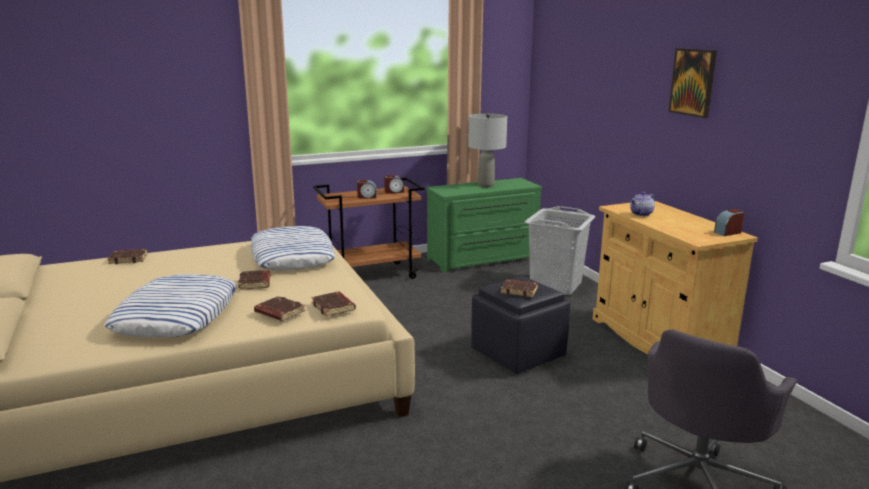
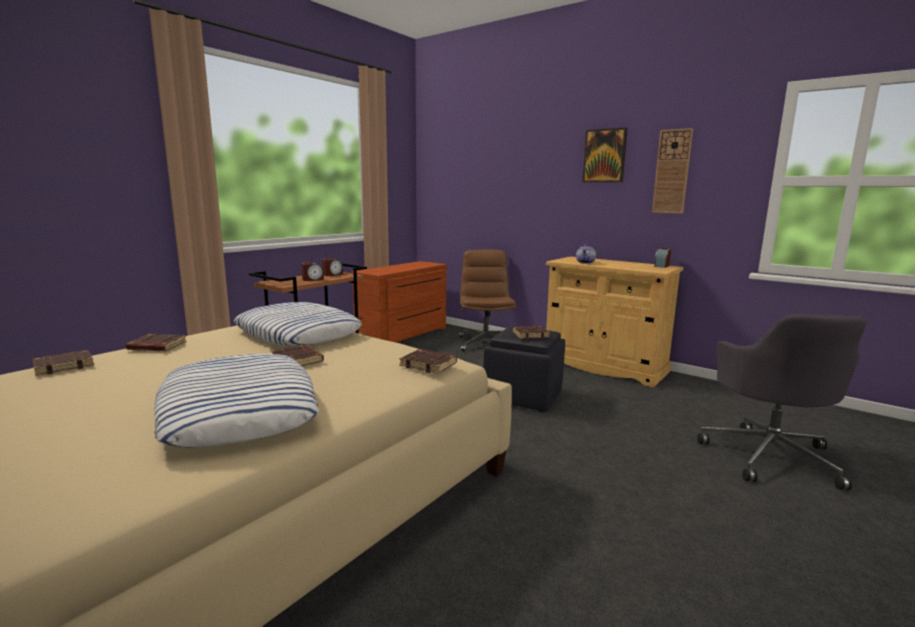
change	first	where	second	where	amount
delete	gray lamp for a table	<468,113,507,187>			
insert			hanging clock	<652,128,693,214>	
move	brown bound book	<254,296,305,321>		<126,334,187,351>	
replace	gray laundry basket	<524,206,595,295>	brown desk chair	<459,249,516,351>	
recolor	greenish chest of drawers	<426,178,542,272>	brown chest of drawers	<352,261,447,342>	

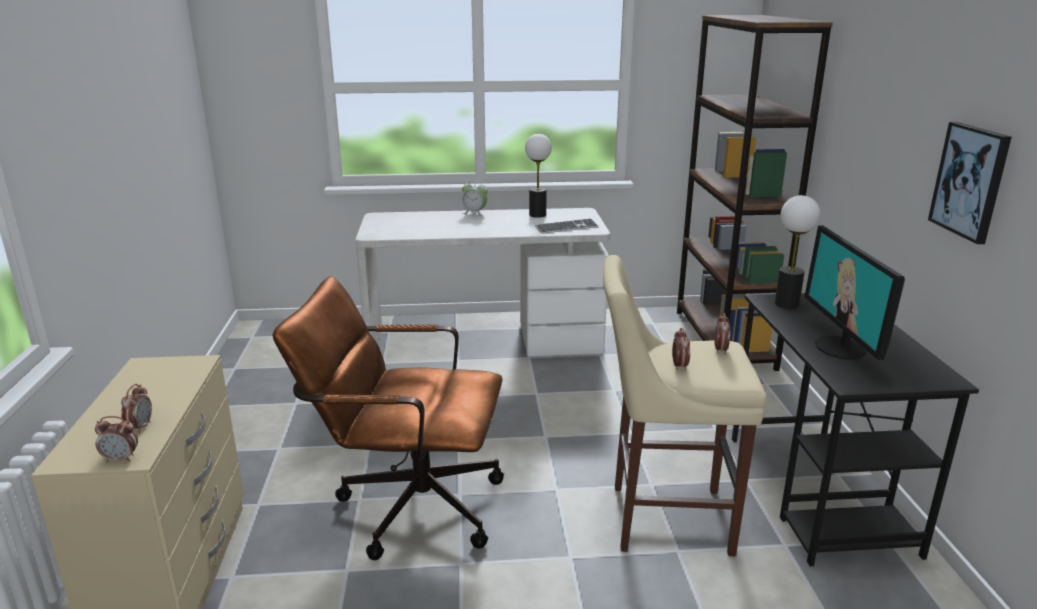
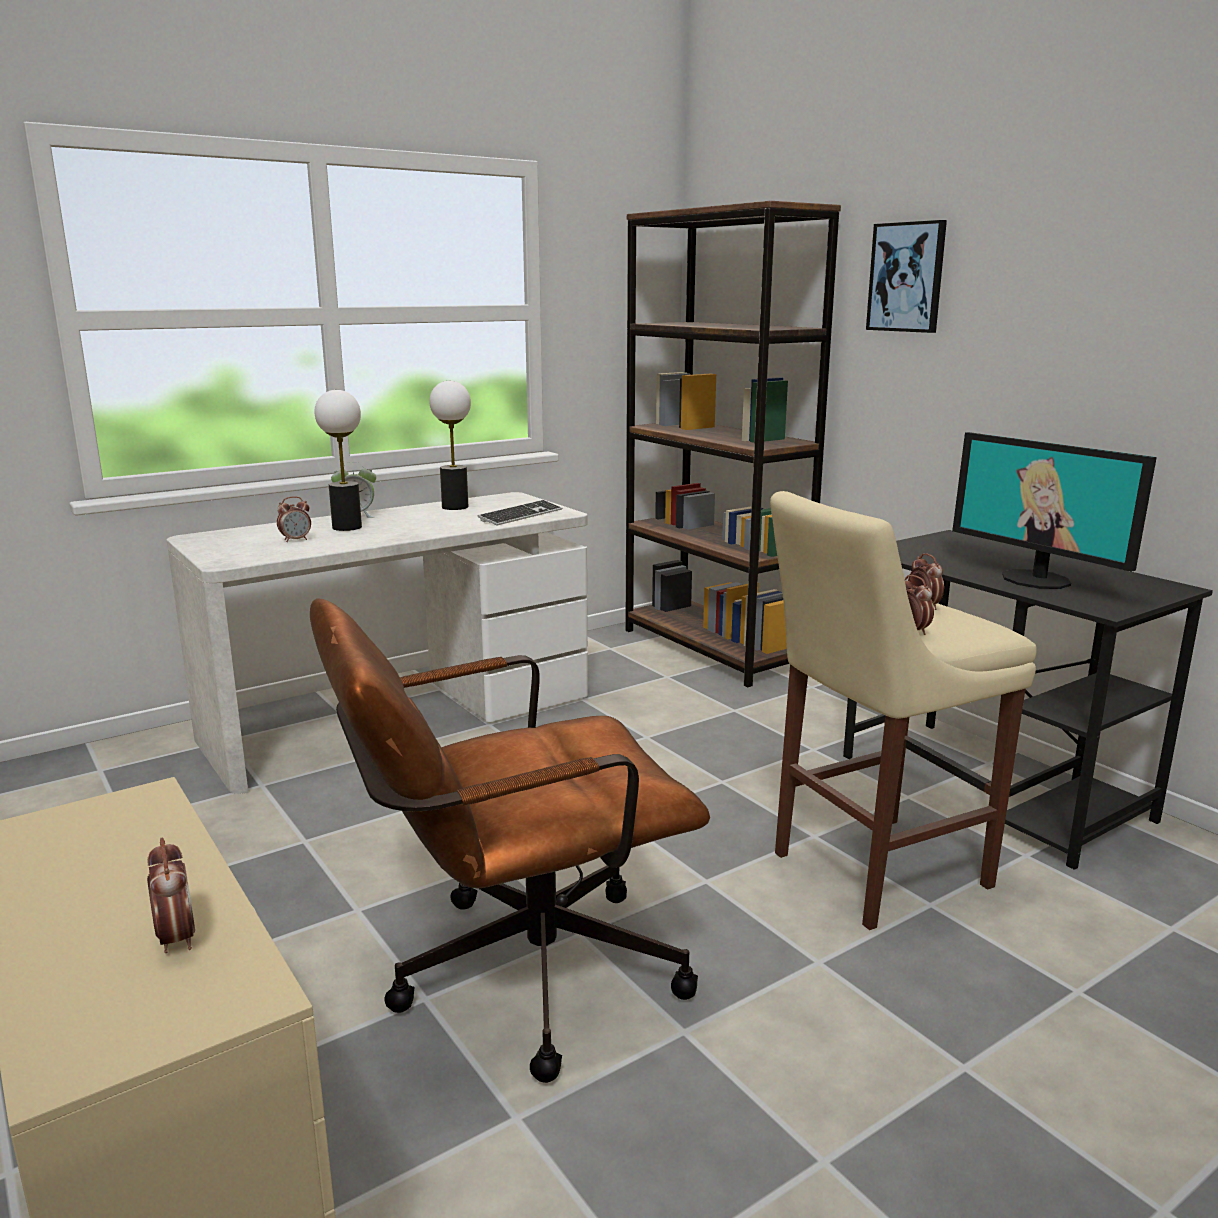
change	first	where	second	where	amount
move	alarm clock	<95,416,138,462>		<277,496,311,542>	
move	lamp for a table	<775,195,820,309>		<315,390,362,531>	
move	picture	<928,122,1012,244>		<866,220,947,333>	

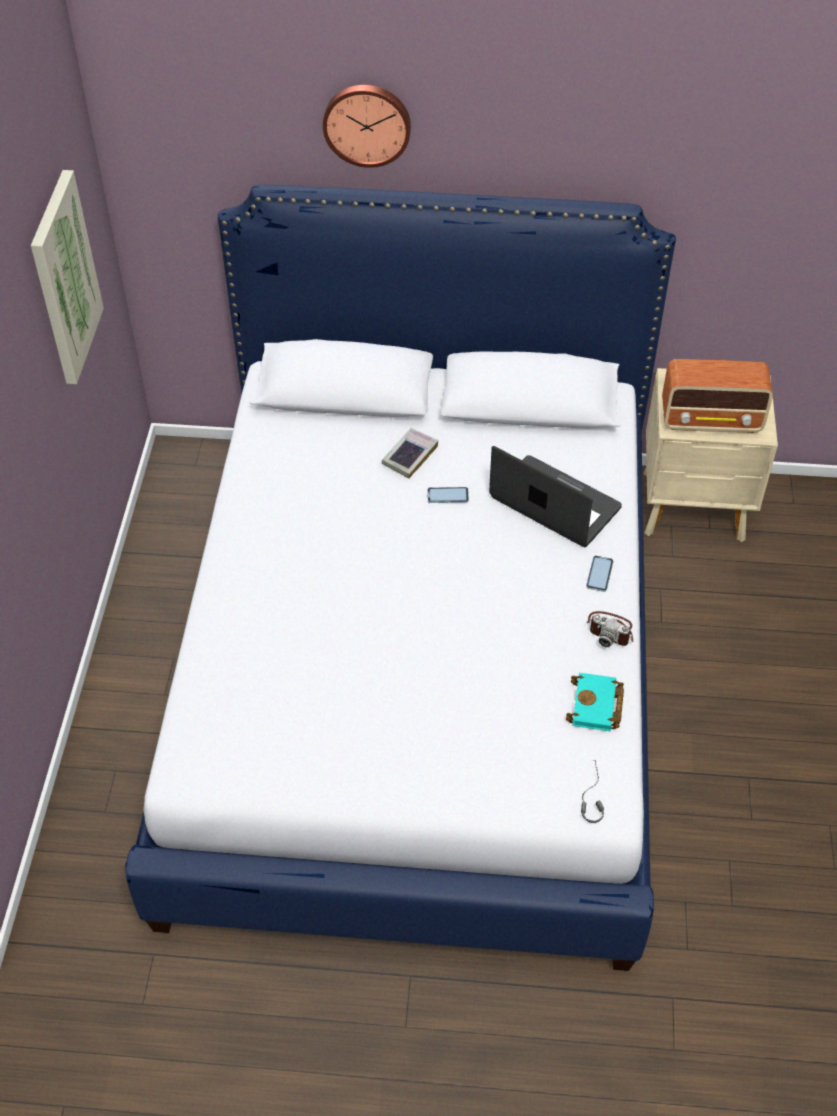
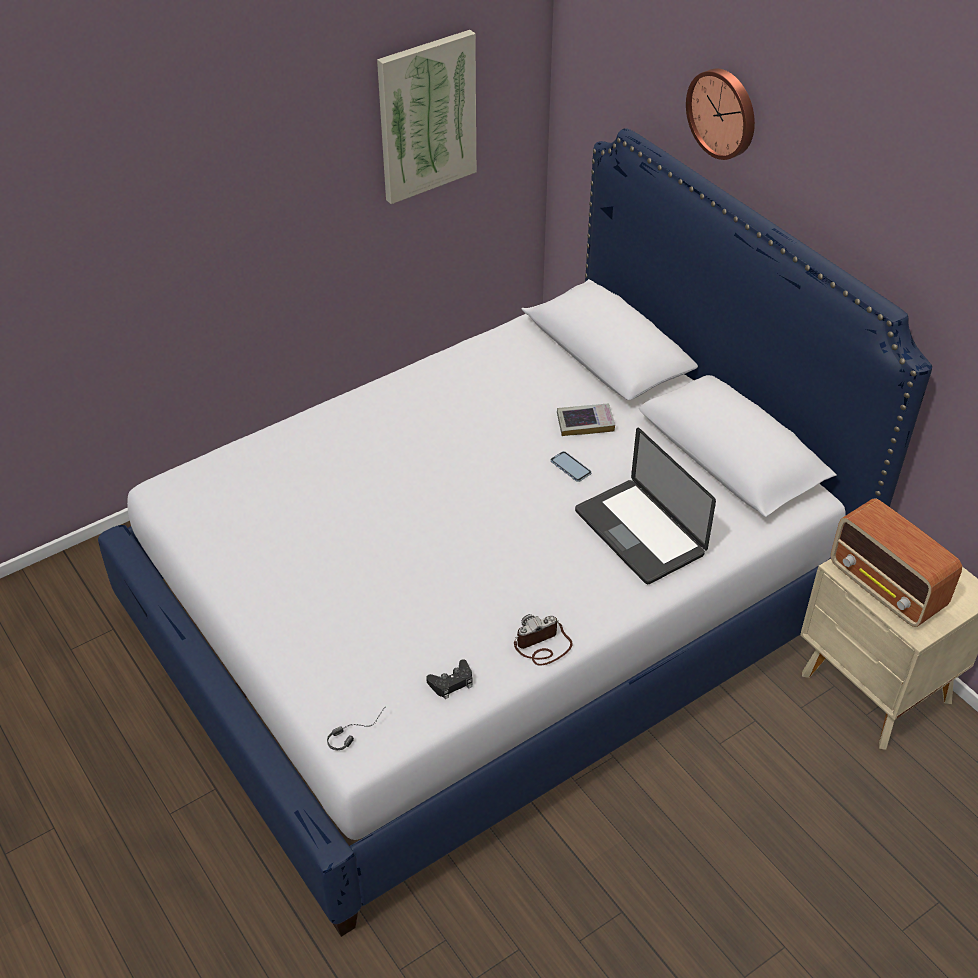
change	first	where	second	where	amount
delete	phone	<586,556,614,592>			
replace	turquoise bound book	<566,673,624,731>	black game controller	<426,659,472,699>	
rotate	portable computer	<489,446,622,547>		<575,428,716,584>	150 degrees clockwise
rotate	photo camera	<587,611,633,647>		<514,614,573,666>	75 degrees clockwise

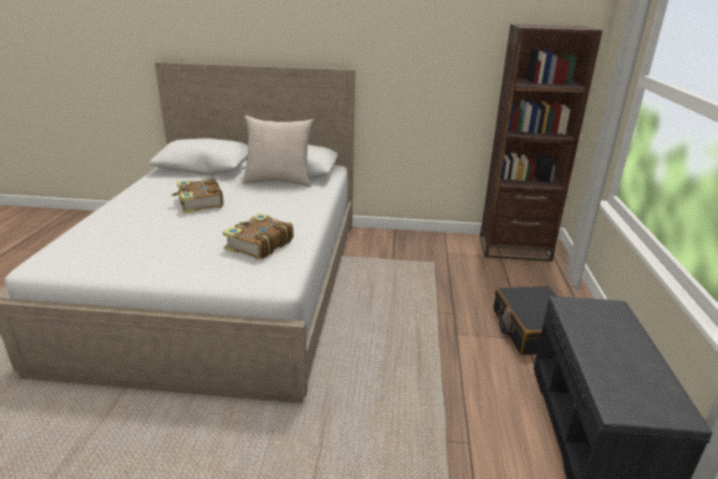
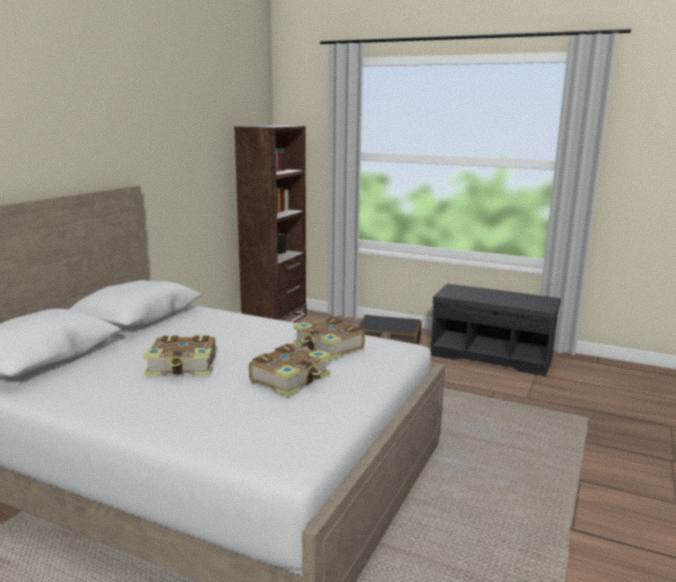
change	first	where	second	where	amount
delete	beige-coloured cushion	<243,116,314,187>			
insert			bound book	<249,343,330,397>	

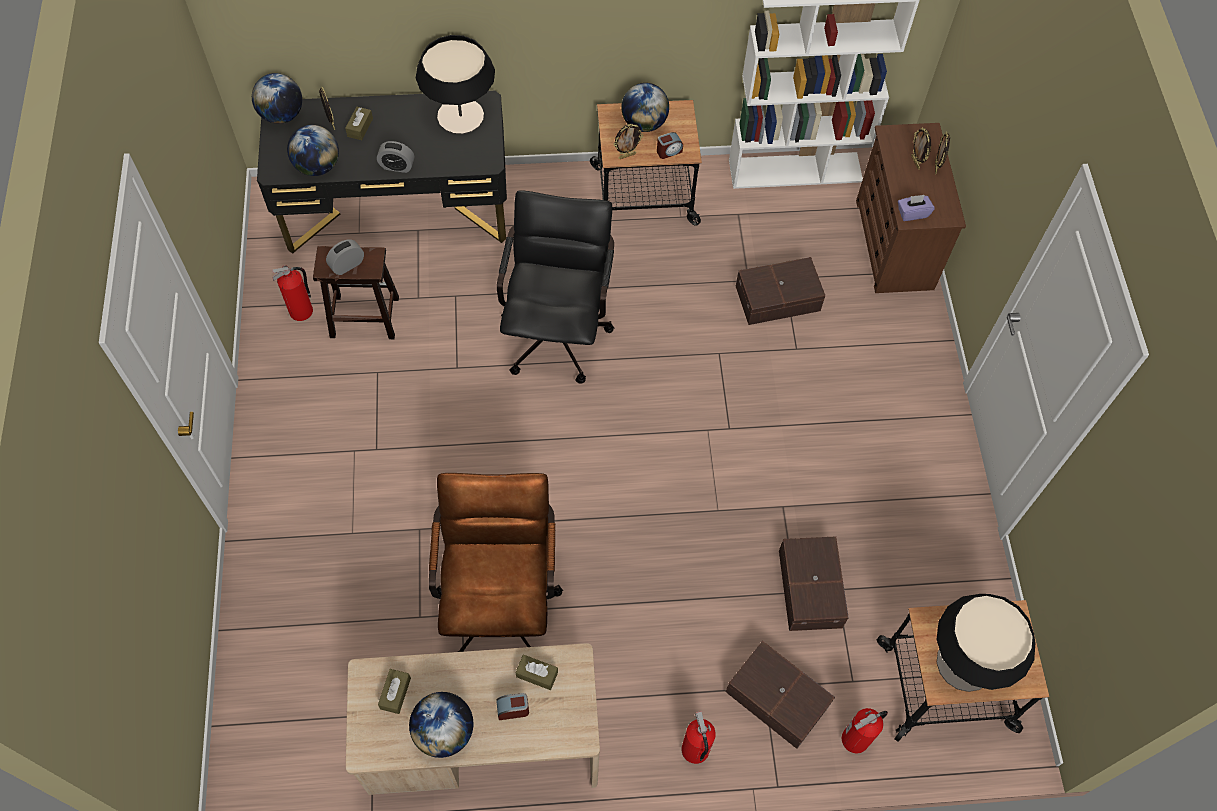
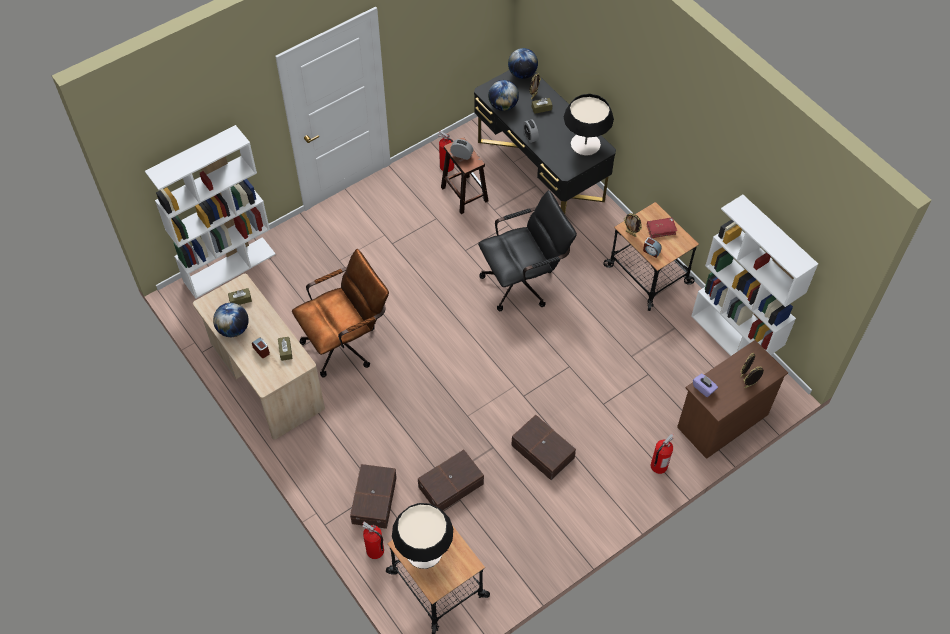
change	first	where	second	where	amount
insert			whitish shelving unit	<145,125,276,298>	
move	extinguisher	<681,711,716,764>		<651,433,674,474>	
move	brown storage container	<736,257,825,325>		<511,415,576,480>	
replace	globe	<621,83,669,132>	reddish bound book	<647,217,677,238>	

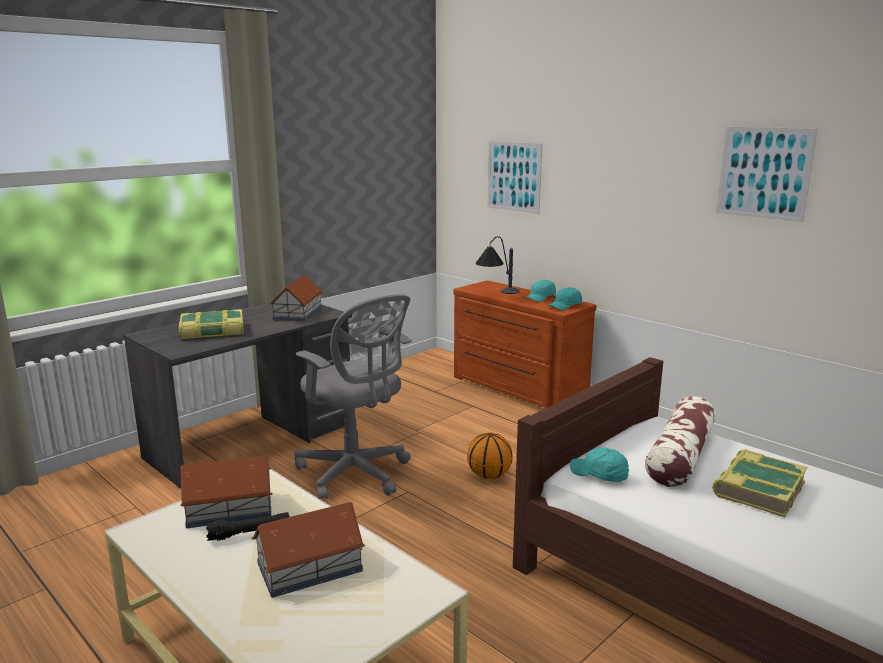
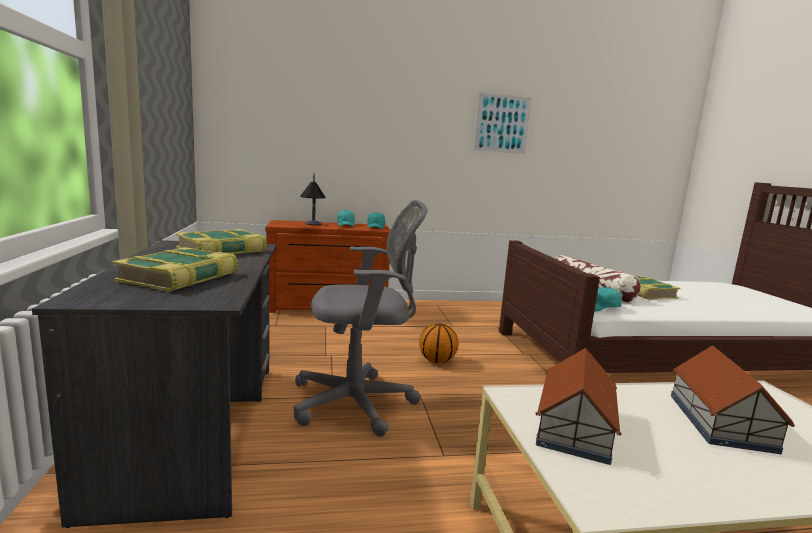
change	first	where	second	where	amount
delete	black torch	<206,512,290,541>			
delete	picture	<487,141,542,214>			
replace	model house	<270,274,323,322>	bound book	<176,229,267,254>	

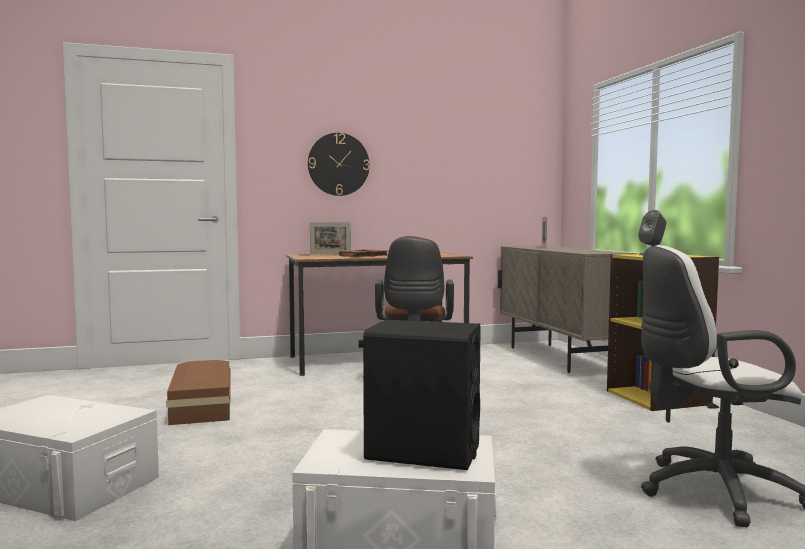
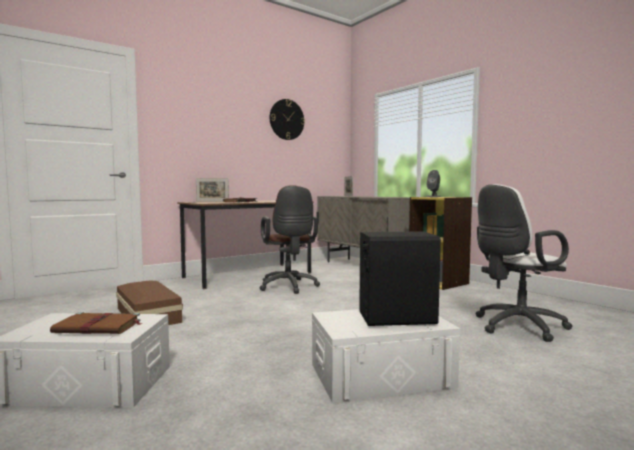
change	first	where	second	where	amount
insert			brown bound book	<50,312,142,334>	
move	hanging clock	<308,133,370,196>		<270,99,305,140>	

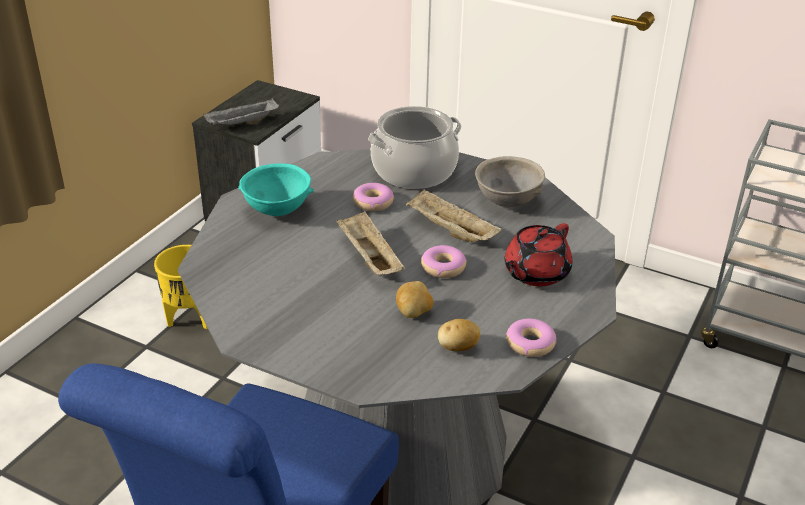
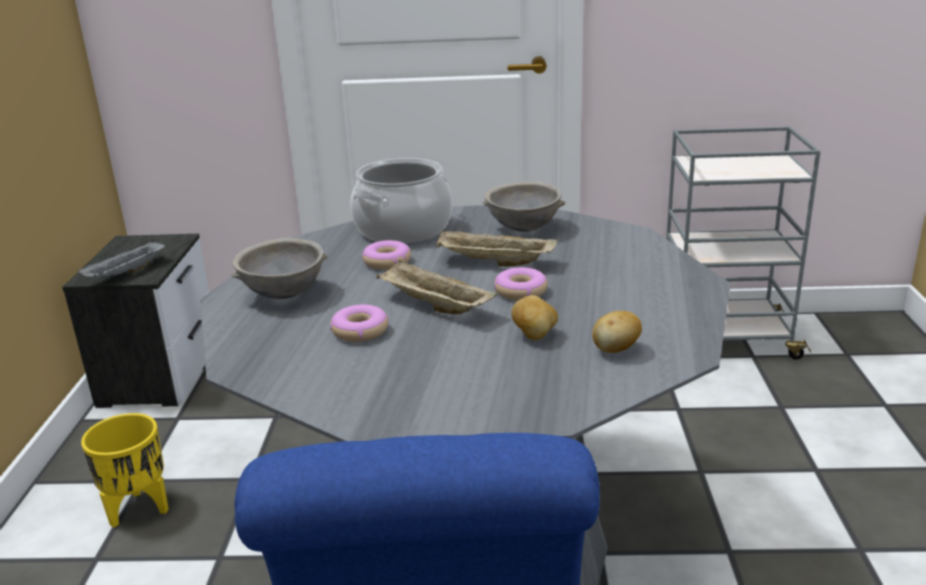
change	first	where	second	where	amount
delete	reddish tea pot	<504,223,572,287>			
move	ring doughnut	<506,319,556,357>		<330,304,389,342>	
recolor	turquoise bowl	<238,163,314,216>	gray bowl	<231,238,328,299>	

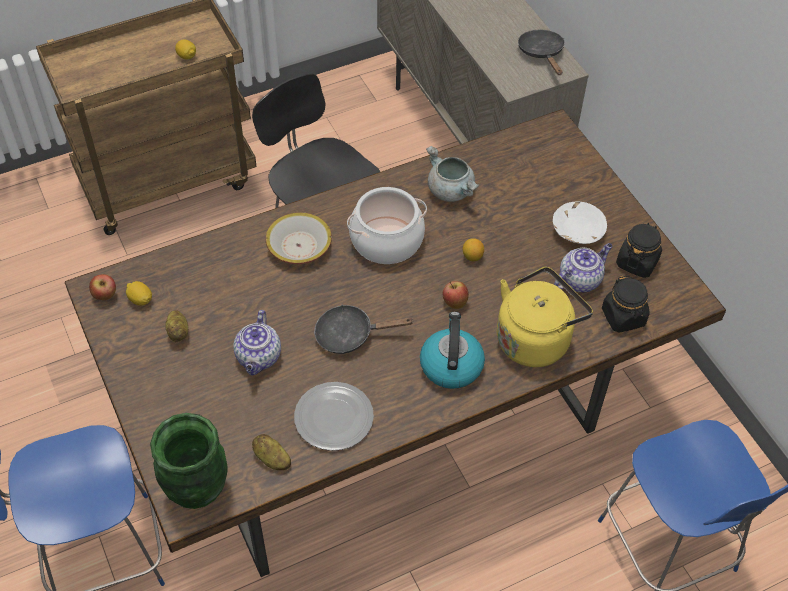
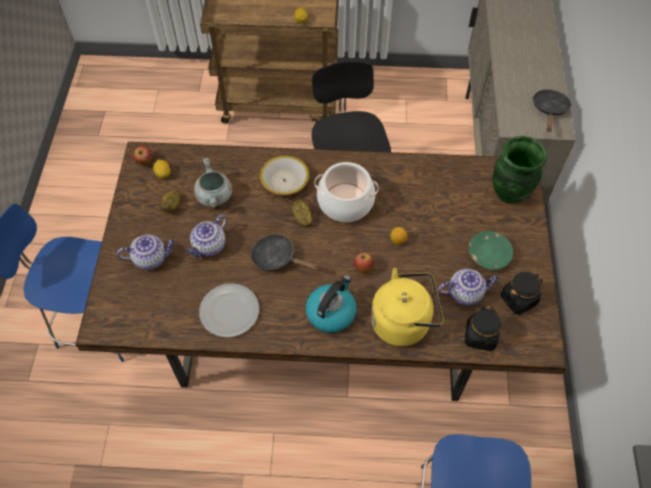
change	first	where	second	where	amount
insert			tea pot	<117,234,175,270>	
move	greenish vase	<150,413,227,509>		<492,136,547,204>	
move	potato	<252,434,291,470>		<292,199,312,228>	
move	gray cooking pot	<426,146,479,202>		<194,158,232,208>	
recolor	whitish bowl	<552,202,607,244>	greenish bowl	<468,231,513,270>	

